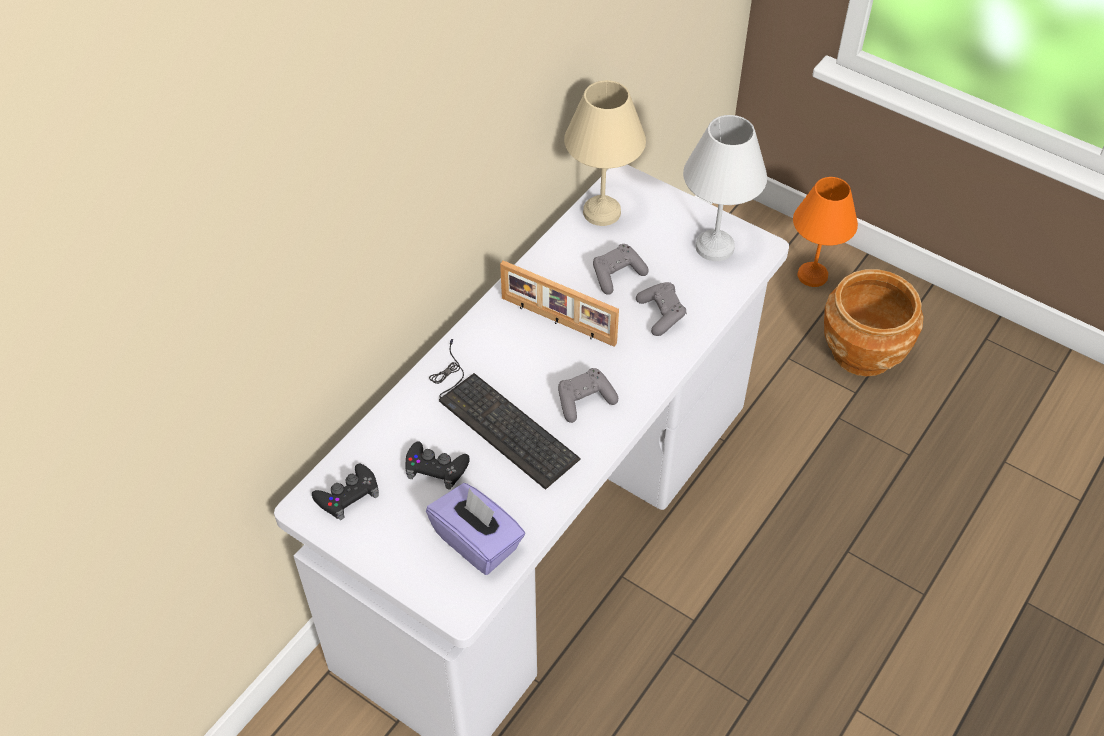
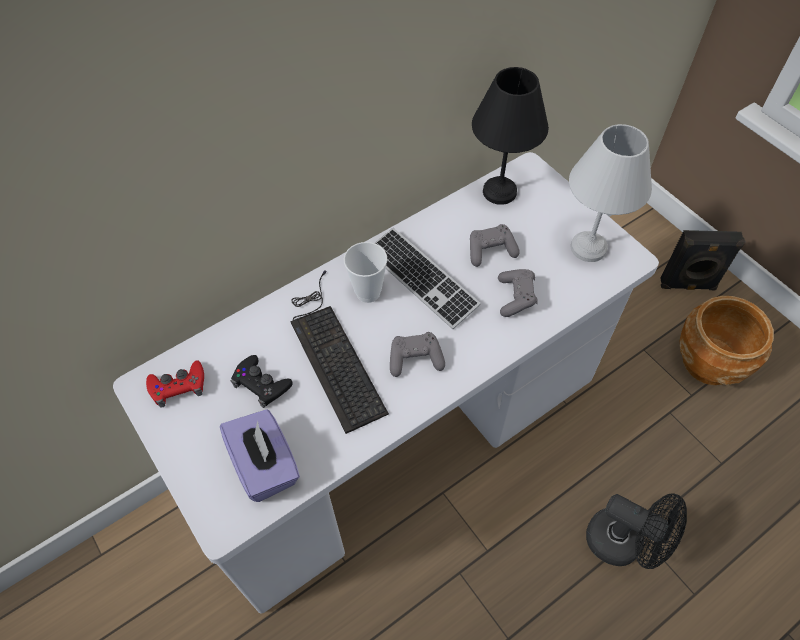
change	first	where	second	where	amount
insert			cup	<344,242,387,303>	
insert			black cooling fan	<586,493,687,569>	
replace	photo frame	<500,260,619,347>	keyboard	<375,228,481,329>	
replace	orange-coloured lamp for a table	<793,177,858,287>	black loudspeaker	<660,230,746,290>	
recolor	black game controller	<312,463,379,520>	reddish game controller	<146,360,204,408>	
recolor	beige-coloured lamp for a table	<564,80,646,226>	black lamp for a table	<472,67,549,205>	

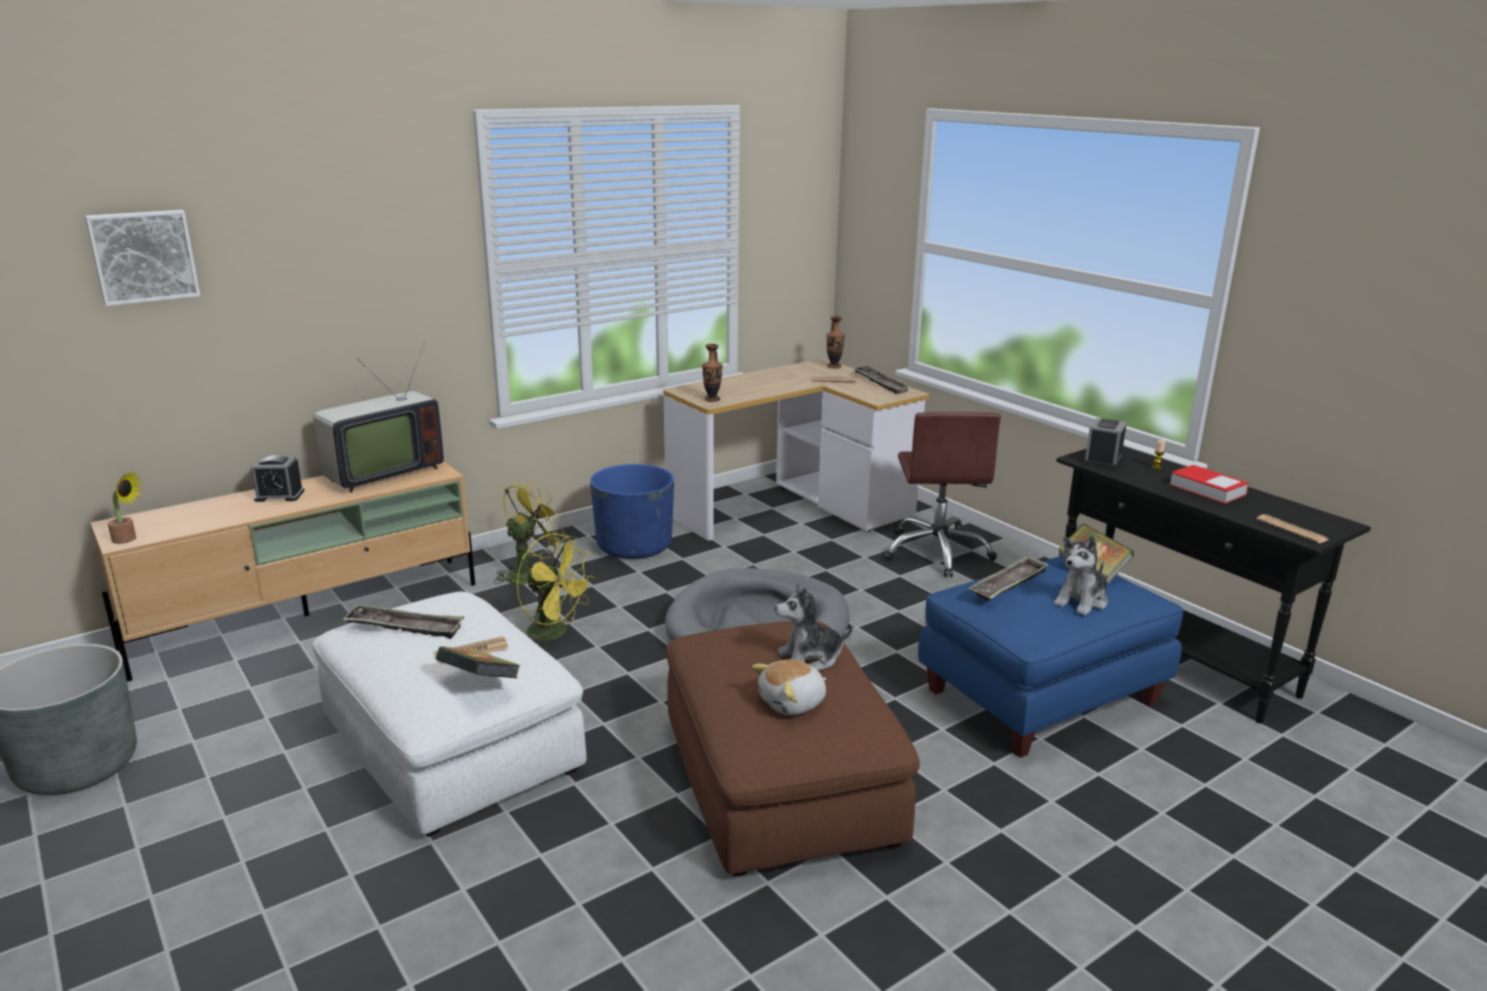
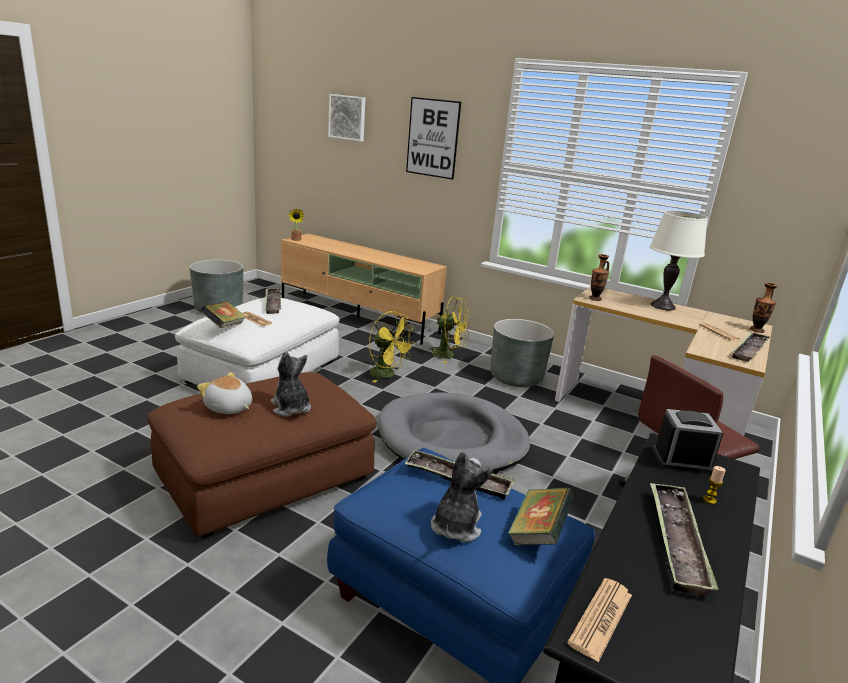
change	first	where	second	where	amount
delete	alarm clock	<251,455,304,502>			
delete	television	<313,342,444,493>			
insert			picture	<406,97,461,180>	
insert			whitish lamp for a table	<650,210,708,311>	
replace	bound book	<1169,465,1249,504>	tray	<650,483,719,596>	
recolor	blue-coloured plant pot	<590,464,674,559>	gray plant pot	<491,319,554,387>	
rotate	yellowish cooling fan	<516,533,595,644>		<369,311,416,383>	60 degrees counterclockwise
rotate	plush toy	<1054,536,1107,615>		<431,452,493,542>	90 degrees clockwise

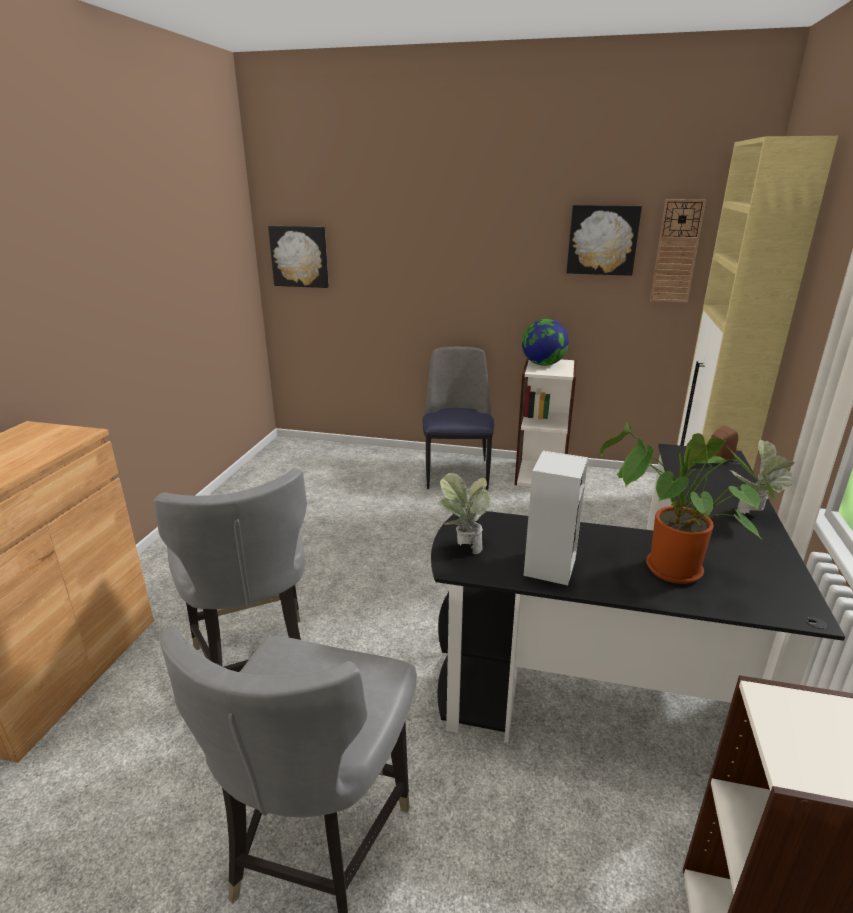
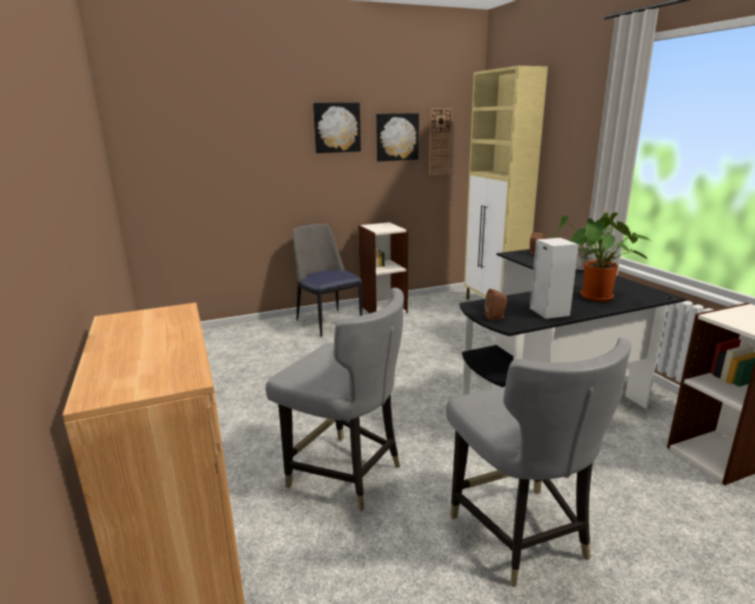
change	first	where	second	where	amount
delete	globe	<522,319,569,366>			
move	picture	<268,226,329,288>		<313,102,361,153>	
replace	houseplant	<438,473,491,554>	brown loudspeaker	<484,289,507,320>	

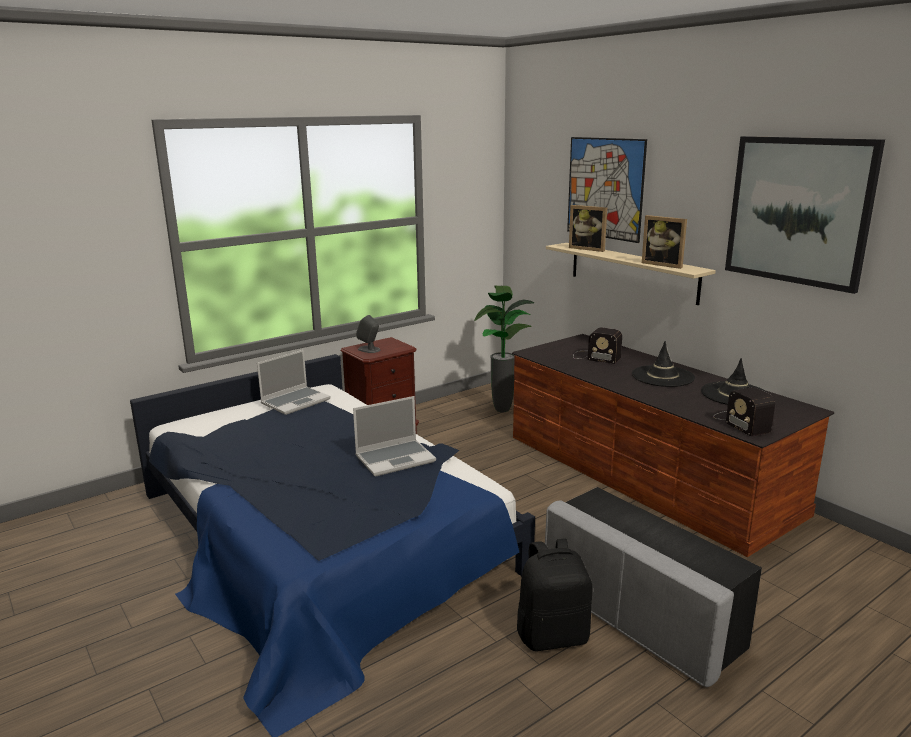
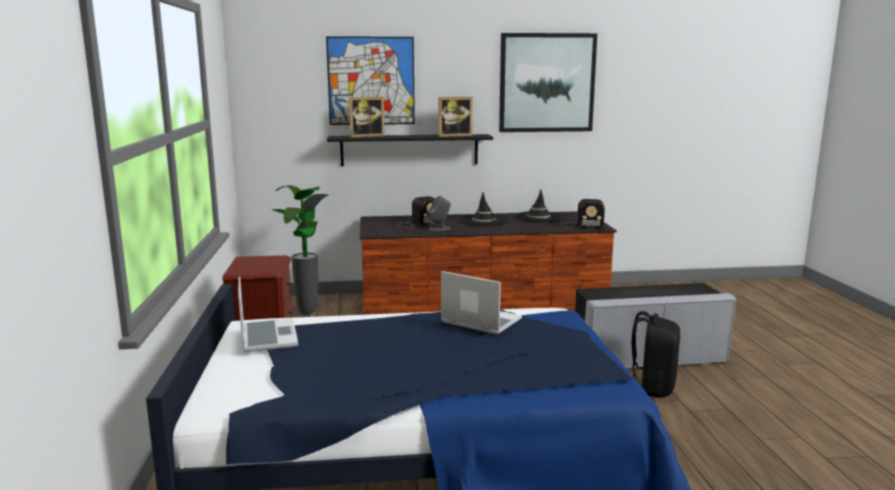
change	first	where	second	where	amount
move	gray loudspeaker	<356,315,380,353>		<428,196,451,231>	
recolor	beige-coloured shelf	<546,243,716,305>	black shelf	<327,134,493,166>	
rotate	portable computer	<353,396,436,476>		<441,271,522,335>	60 degrees counterclockwise

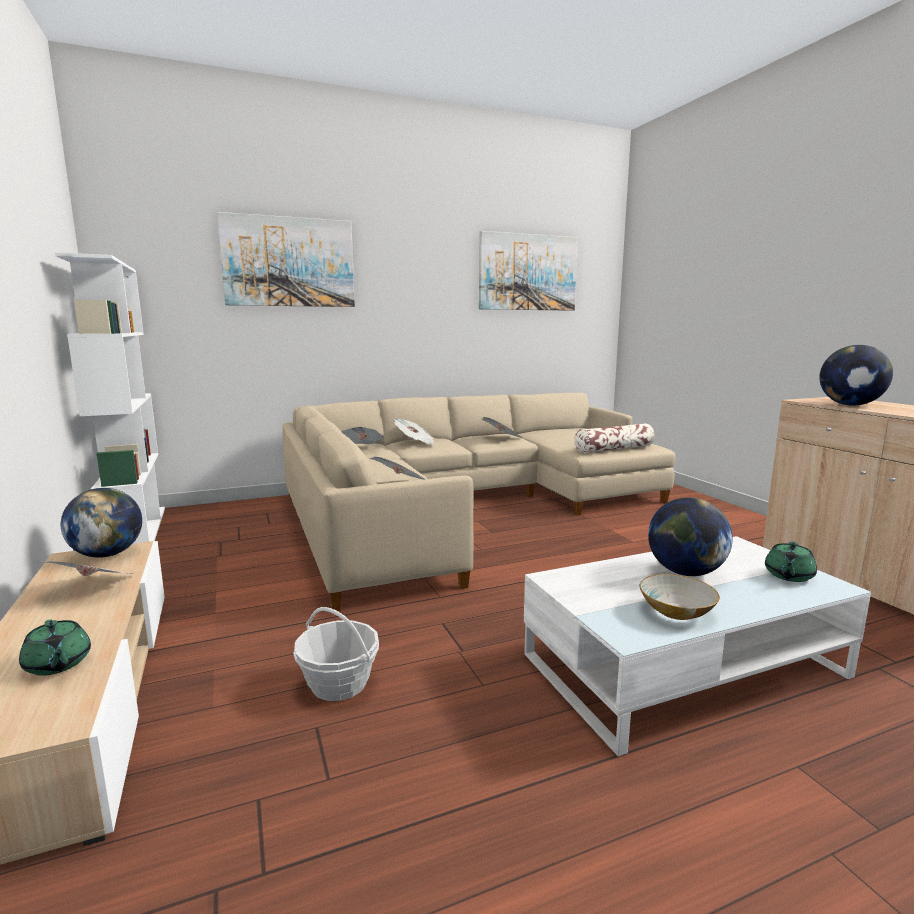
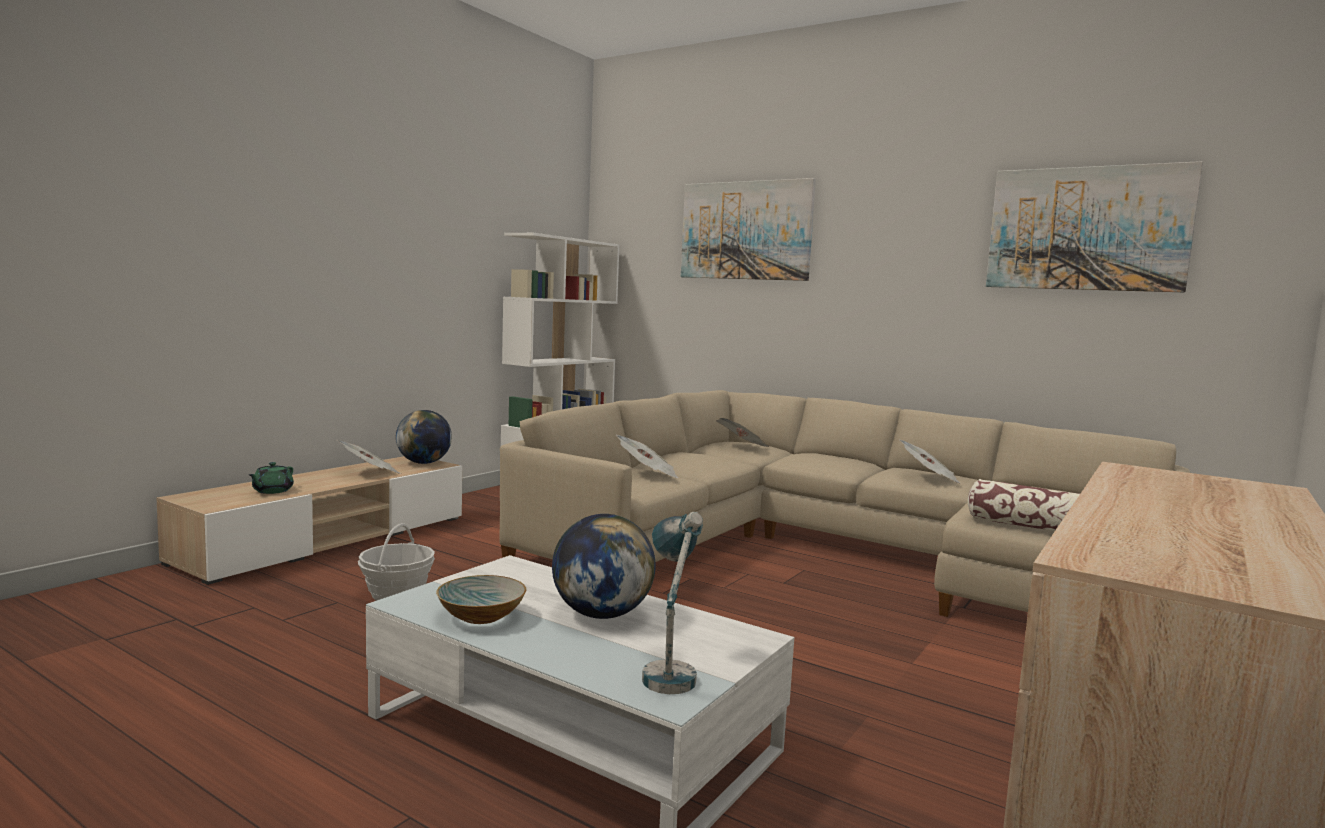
change	first	where	second	where	amount
delete	newspaper	<394,418,434,445>			
delete	globe	<819,345,893,406>			
replace	greenish tea pot	<765,541,817,582>	lamp for a table	<642,512,703,694>	

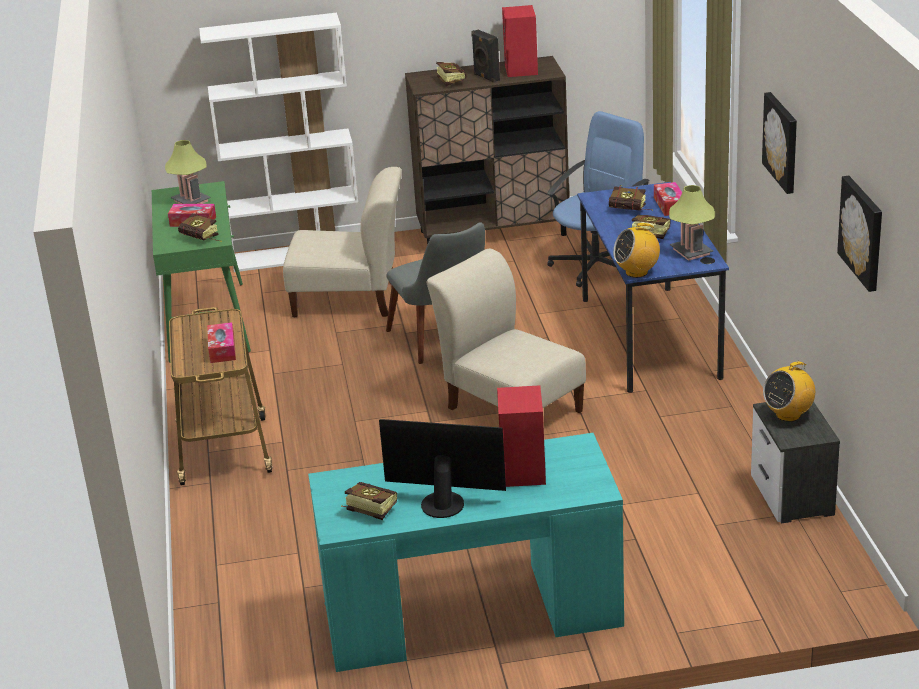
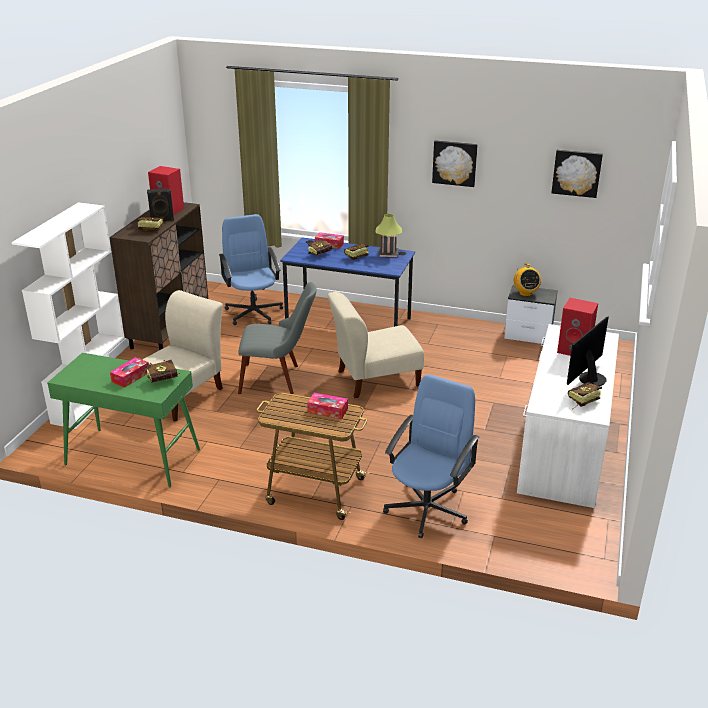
change	first	where	second	where	amount
delete	lamp for a table	<165,140,211,204>			
delete	radio receiver	<613,223,660,278>			
insert			blue-coloured desk chair	<383,374,480,538>	
recolor	turquoise desk	<308,433,624,672>	whitish desk	<517,324,619,508>	

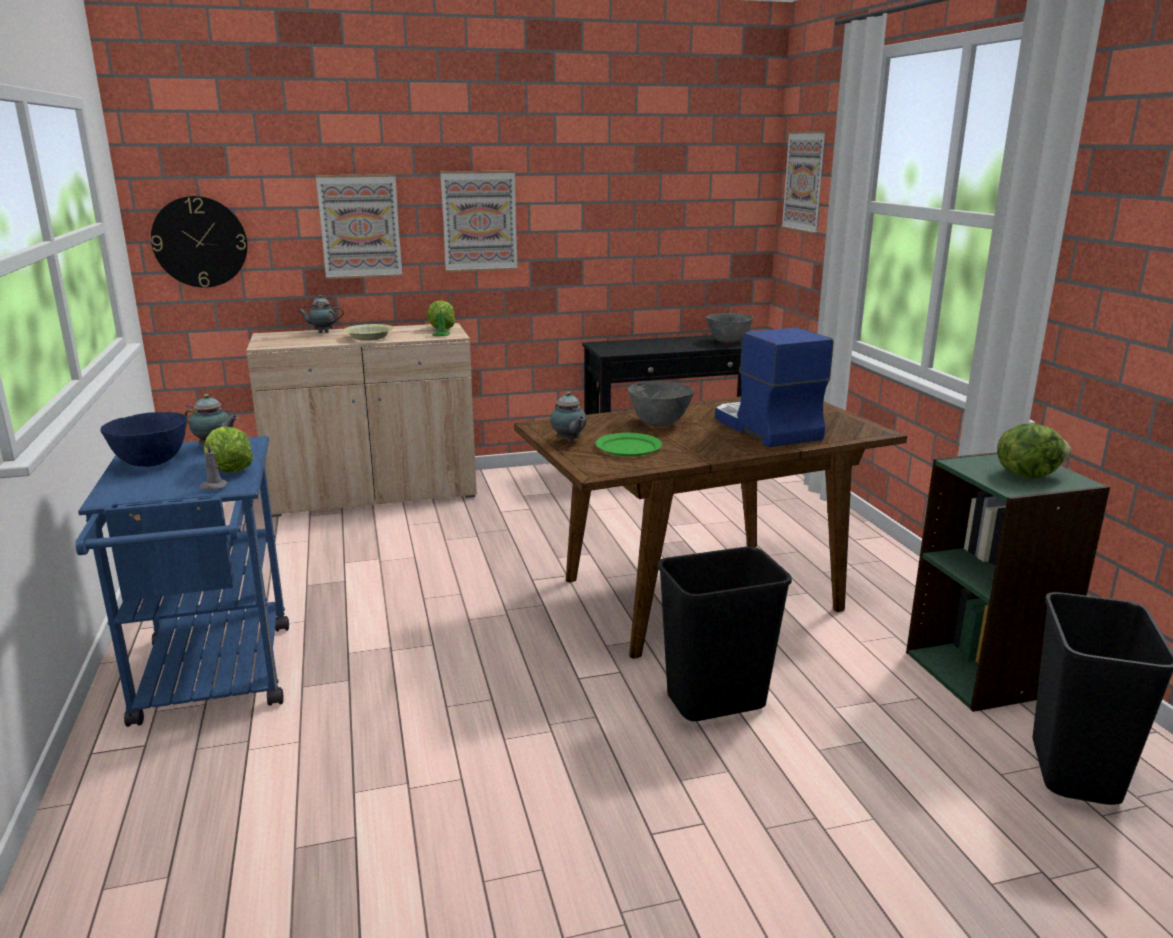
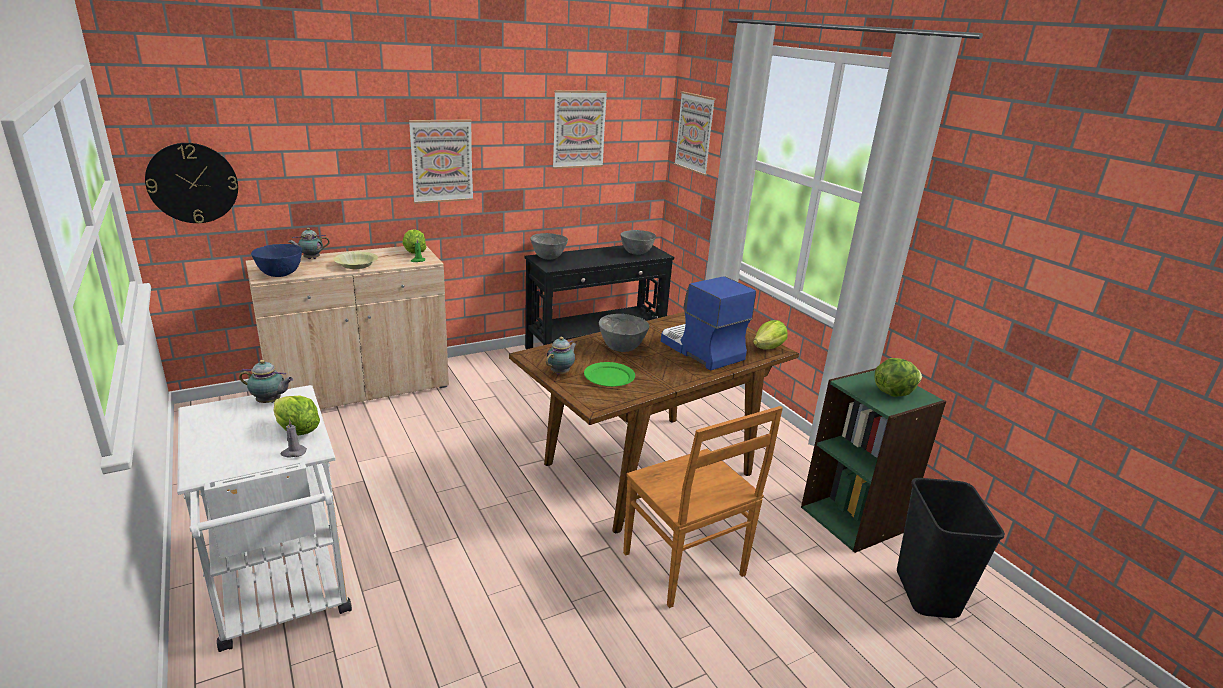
change	first	where	second	where	amount
insert			gray bowl	<530,233,568,260>	
insert			head of lettuce	<753,320,787,349>	
move	blue-coloured bowl	<100,412,187,467>		<251,244,302,277>	
move	picture	<316,174,402,279>		<552,90,607,169>	
replace	black trash can	<658,547,792,721>	brown plain chair	<623,406,783,608>	
recolor	blue-coloured trolley	<76,436,289,727>	whitish trolley	<177,385,352,652>	
rotate	tea pot	<550,392,587,442>		<546,337,577,375>	105 degrees counterclockwise

